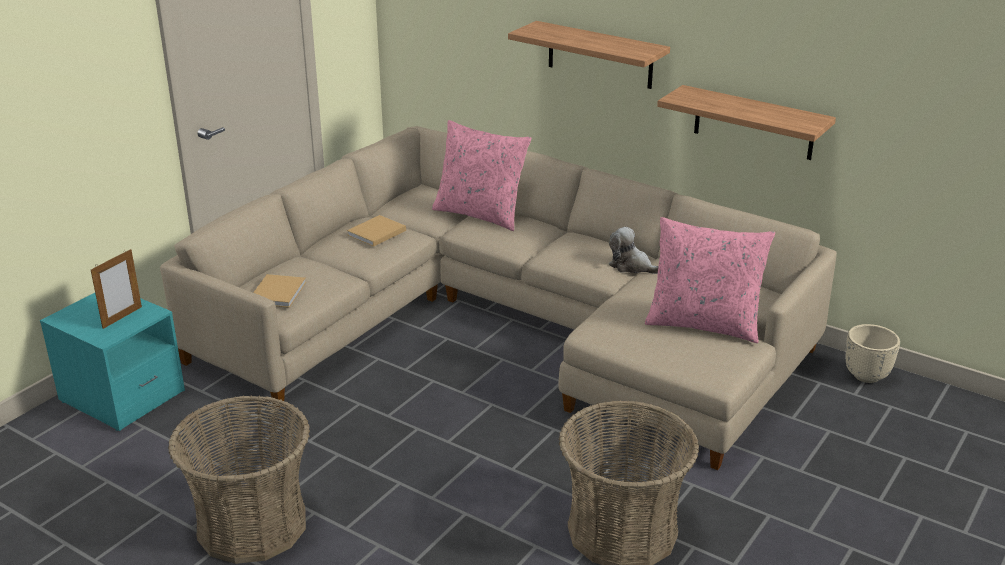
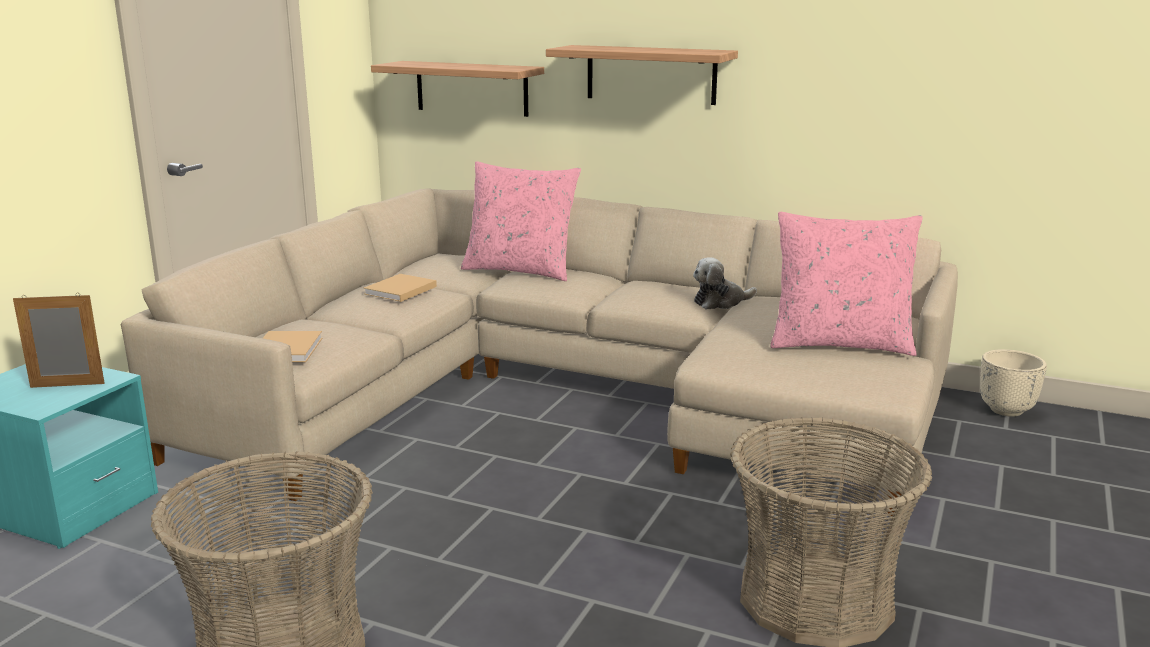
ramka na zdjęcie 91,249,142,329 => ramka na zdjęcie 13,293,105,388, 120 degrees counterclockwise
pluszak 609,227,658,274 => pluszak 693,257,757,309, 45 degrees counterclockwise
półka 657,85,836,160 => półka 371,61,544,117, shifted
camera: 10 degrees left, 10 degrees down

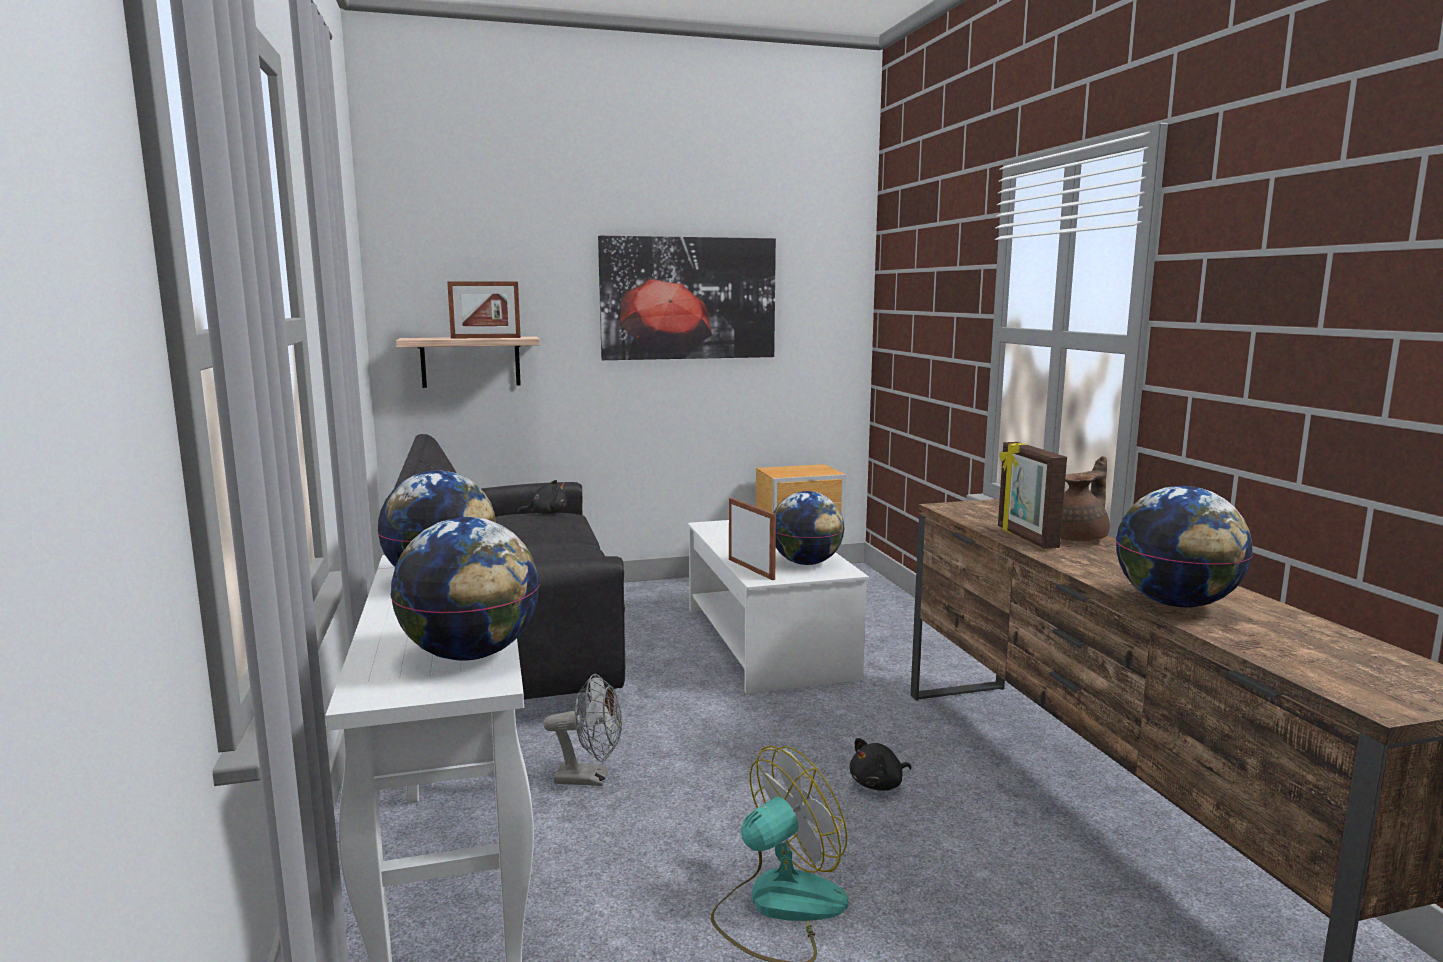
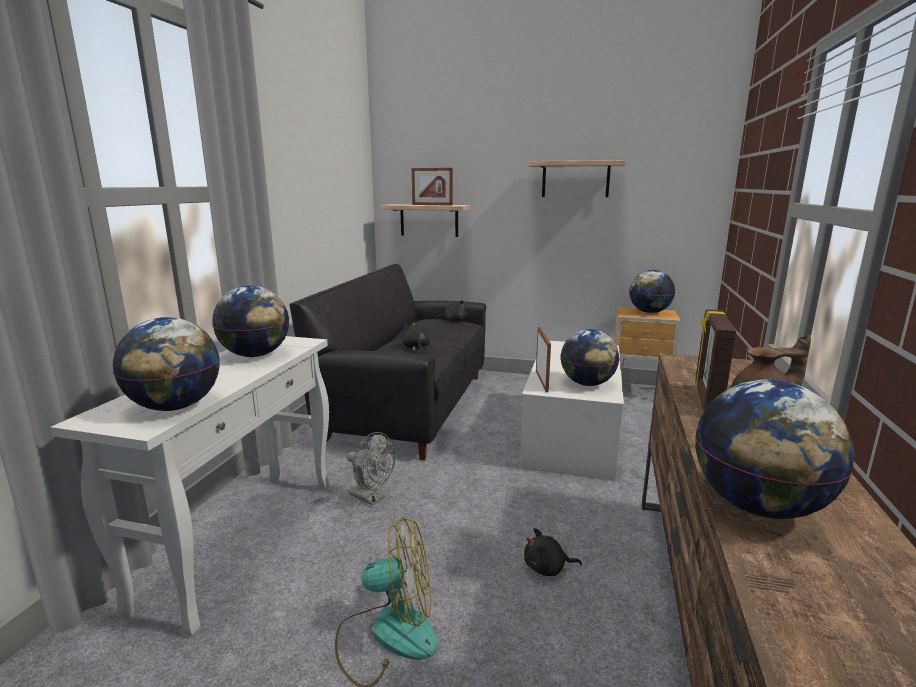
obraz 598,236,776,360 => półka 527,160,626,197
nothing => pluszak (czarny) 402,322,431,352
nothing => globus 629,270,675,313
camera: 30 degrees right, 5 degrees up

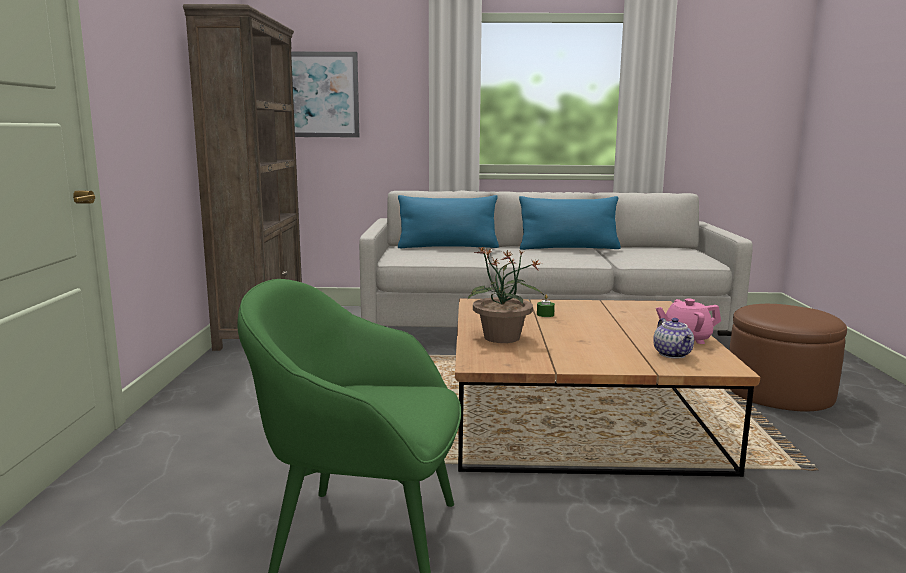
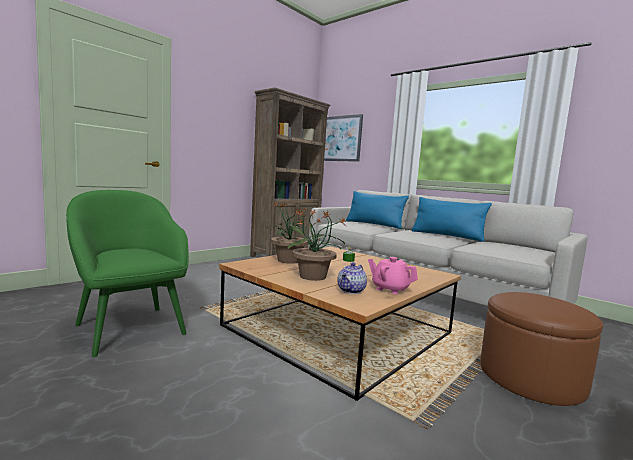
nothing => roślina doniczkowa 288,209,346,281
camera: 40 degrees right, 5 degrees down

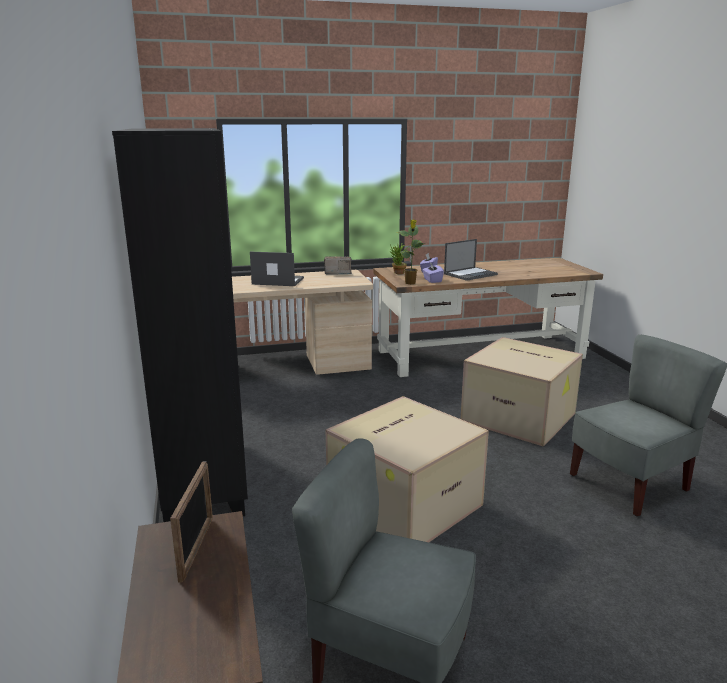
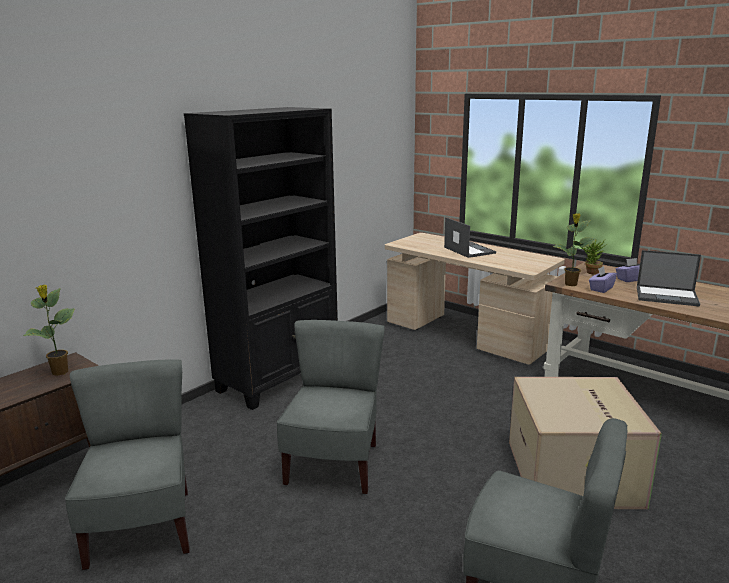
ramka na zdjęcie 170,461,213,583 => roślina doniczkowa 23,285,75,376
radio 324,256,352,275 => nothing
karton 326,396,489,542 => krzesło (szary) 277,320,385,494
camera: 55 degrees right, 0 degrees up

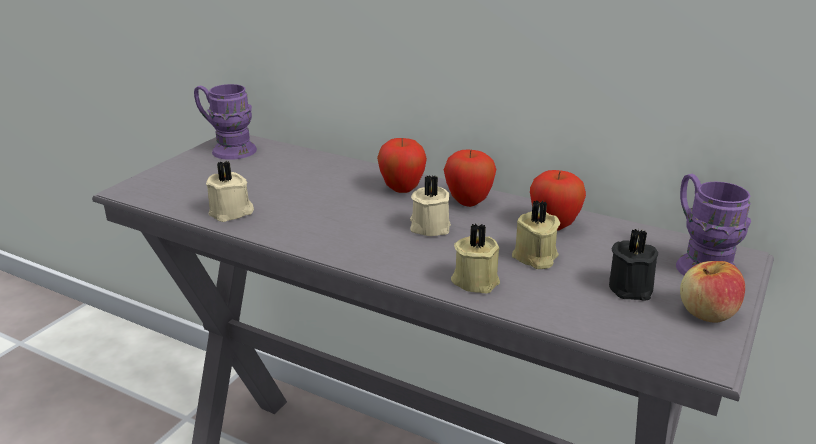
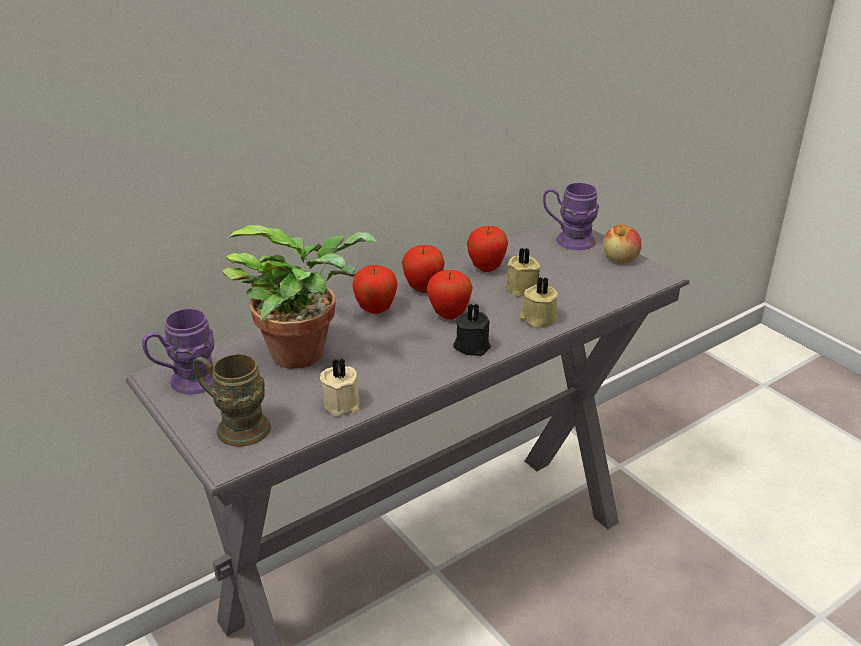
świeca (beżowy) 410,175,451,236 => jabłko 427,270,473,320
świeca (czarny) 609,229,658,300 => świeca (czarny) 453,303,491,356, shifted
nothing => kubek (brązowy) 192,354,271,447
nothing => roślina doniczkowa 222,225,376,369
camera: 65 degrees left, 5 degrees up

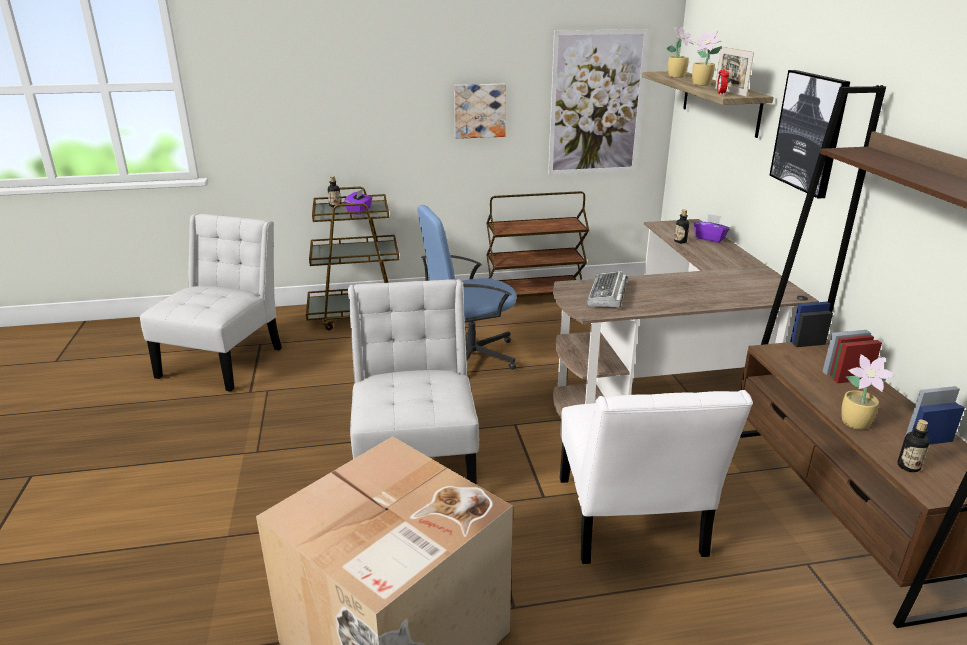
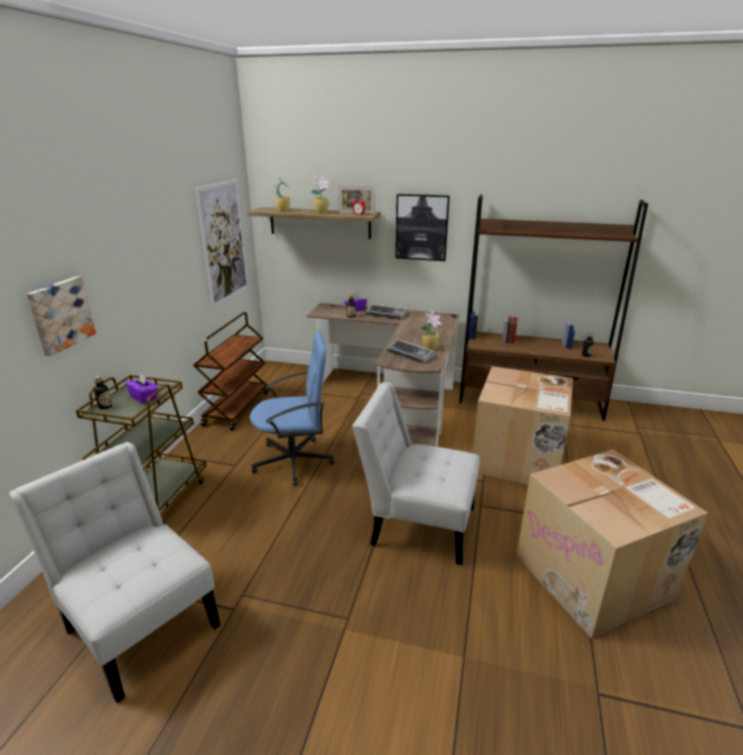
krzesło biurowe (niebieski) 417,205,517,370 => krzesło biurowe (niebieski) 250,331,335,486, 105 degrees counterclockwise
obraz 454,84,506,139 => obraz 27,276,96,356, shifted
krzesło (biały) 560,390,753,564 => karton 473,366,573,484
roślina doniczkowa 841,354,895,430 => roślina doniczkowa 420,310,442,350, shifted
nothing => klawiatura 366,304,407,320
camera: 65 degrees left, 0 degrees up

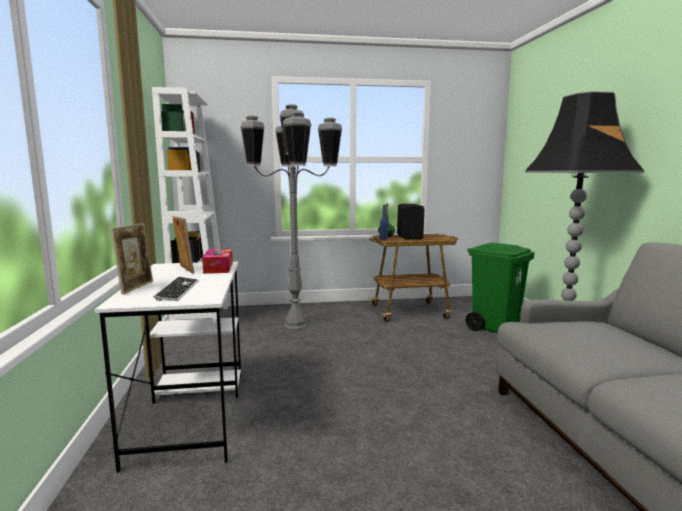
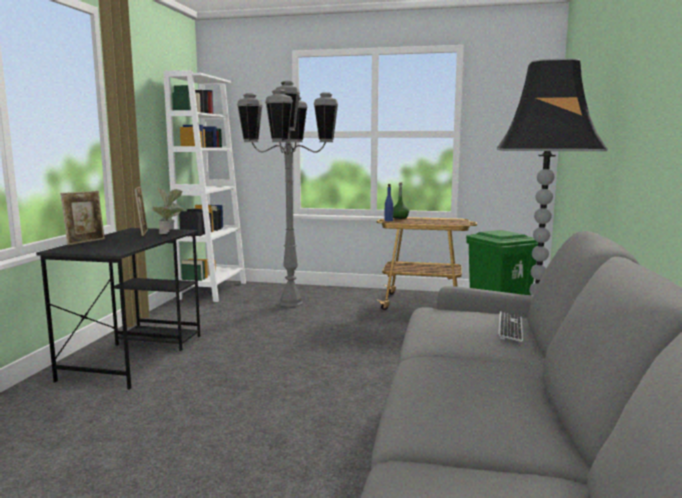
biurko (biały) 95,261,241,473 => biurko (czarny) 36,228,200,390
klawiatura 153,277,199,301 => klawiatura 498,311,523,342, shifted
pudełko chusteczek 202,248,233,274 => roślina doniczkowa 152,187,184,234
głośnik (czarny) 397,204,424,240 => nothing
camera: 20 degrees right, 0 degrees up

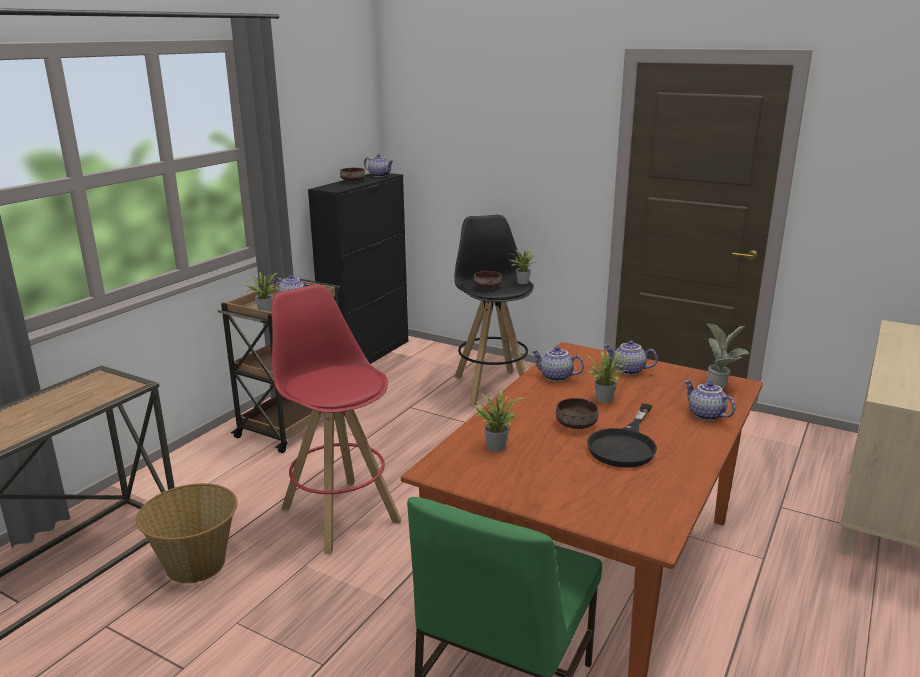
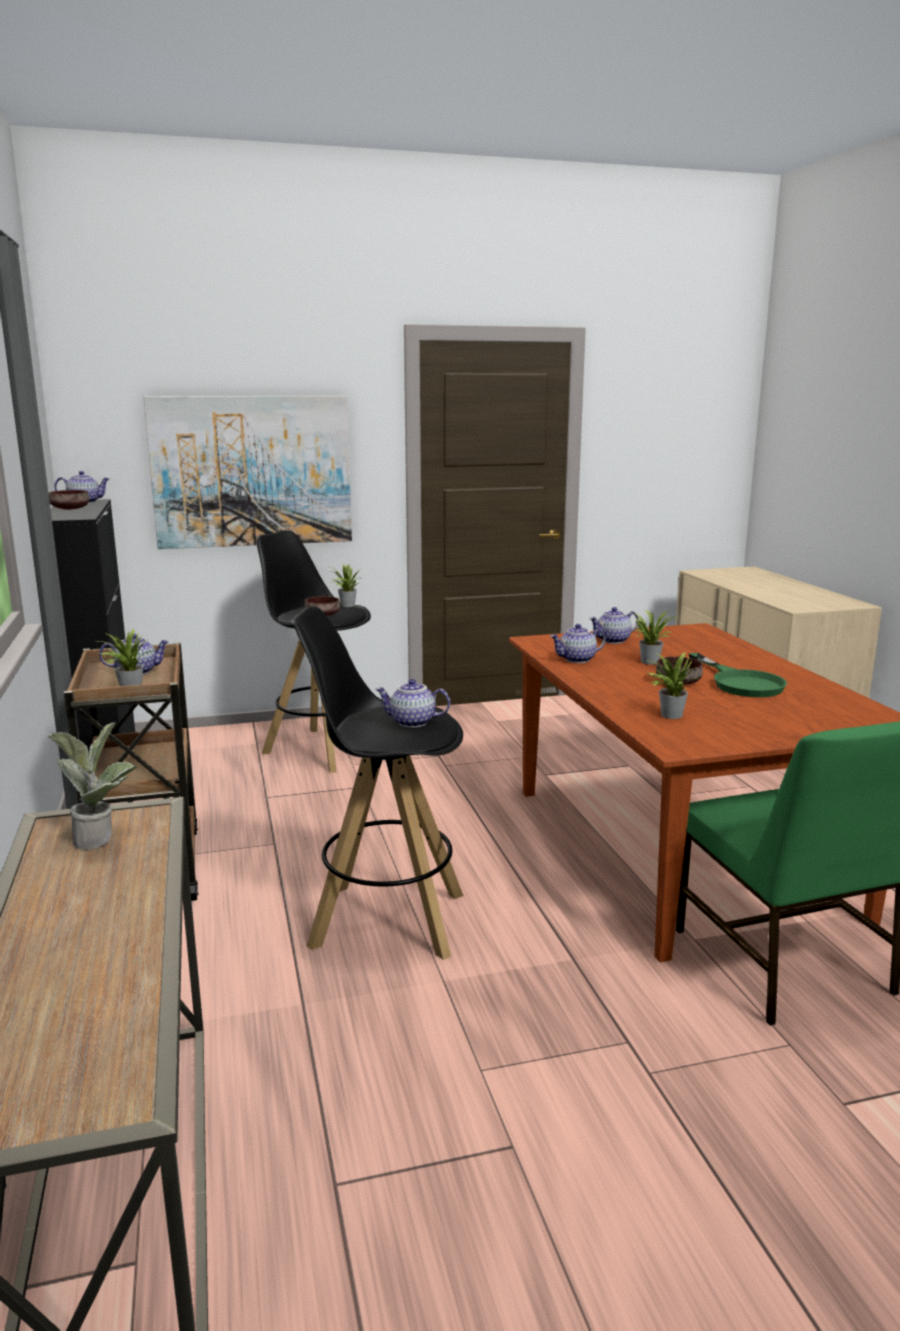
koszyk 136,483,238,584 => nothing
stołek (czerwony) 272,284,401,555 => stołek (czarny) 290,606,463,960
patelnia (czarny) 587,403,657,468 => patelnia (zielony) 689,653,787,697
imbryk 685,380,736,421 => imbryk 375,679,450,728, shifted
roślina doniczkowa 705,323,750,390 => roślina doniczkowa 47,722,137,850, shifted
nothing => obraz 143,396,352,549
camera: 45 degrees left, 5 degrees down

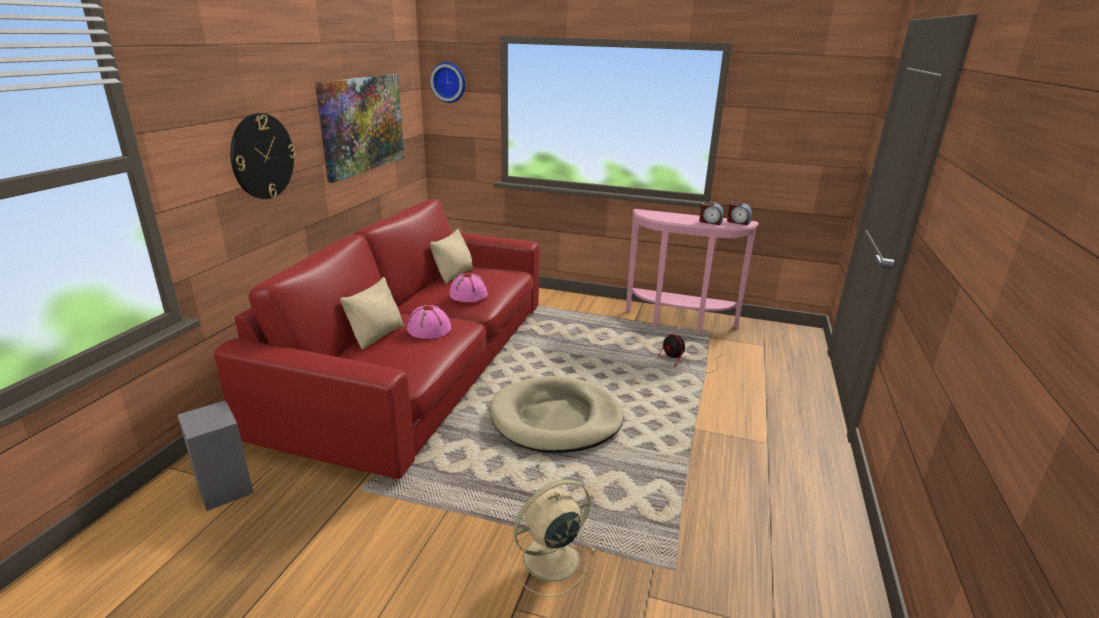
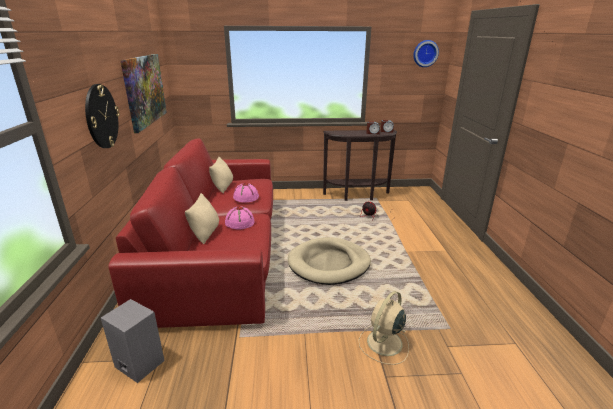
zegar ścienny 430,62,465,103 => zegar ścienny 414,40,439,67, shifted
stolik konsolowy (różowy) 626,209,759,334 => stolik konsolowy (brązowy) 323,130,397,201
camera: 20 degrees left, 0 degrees up

